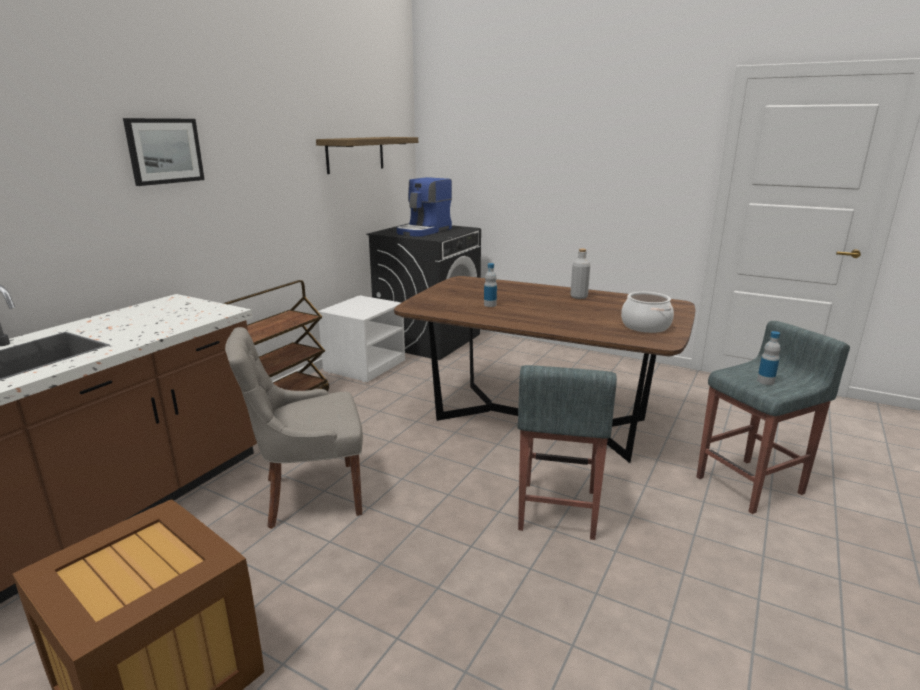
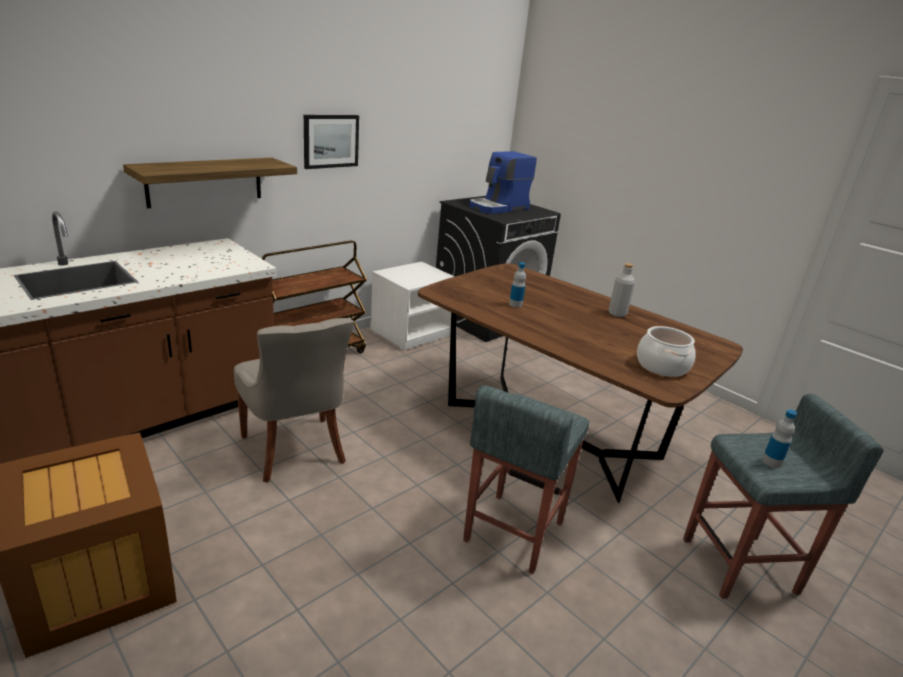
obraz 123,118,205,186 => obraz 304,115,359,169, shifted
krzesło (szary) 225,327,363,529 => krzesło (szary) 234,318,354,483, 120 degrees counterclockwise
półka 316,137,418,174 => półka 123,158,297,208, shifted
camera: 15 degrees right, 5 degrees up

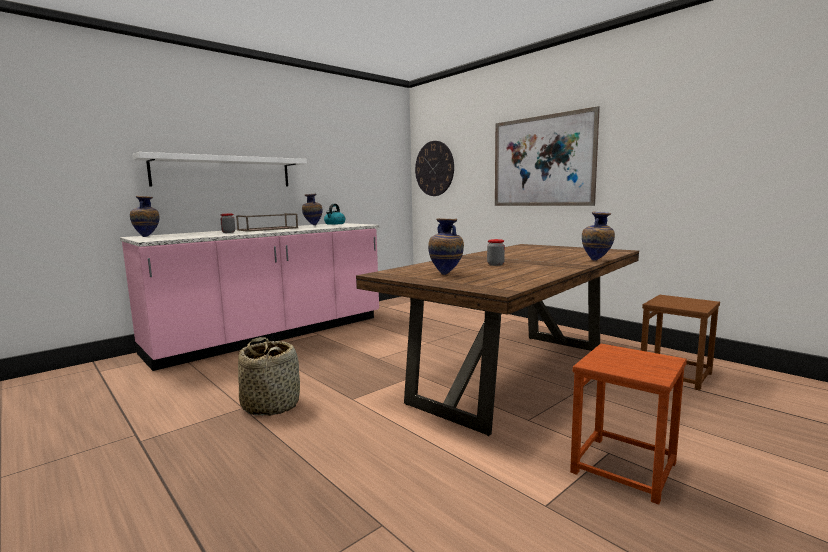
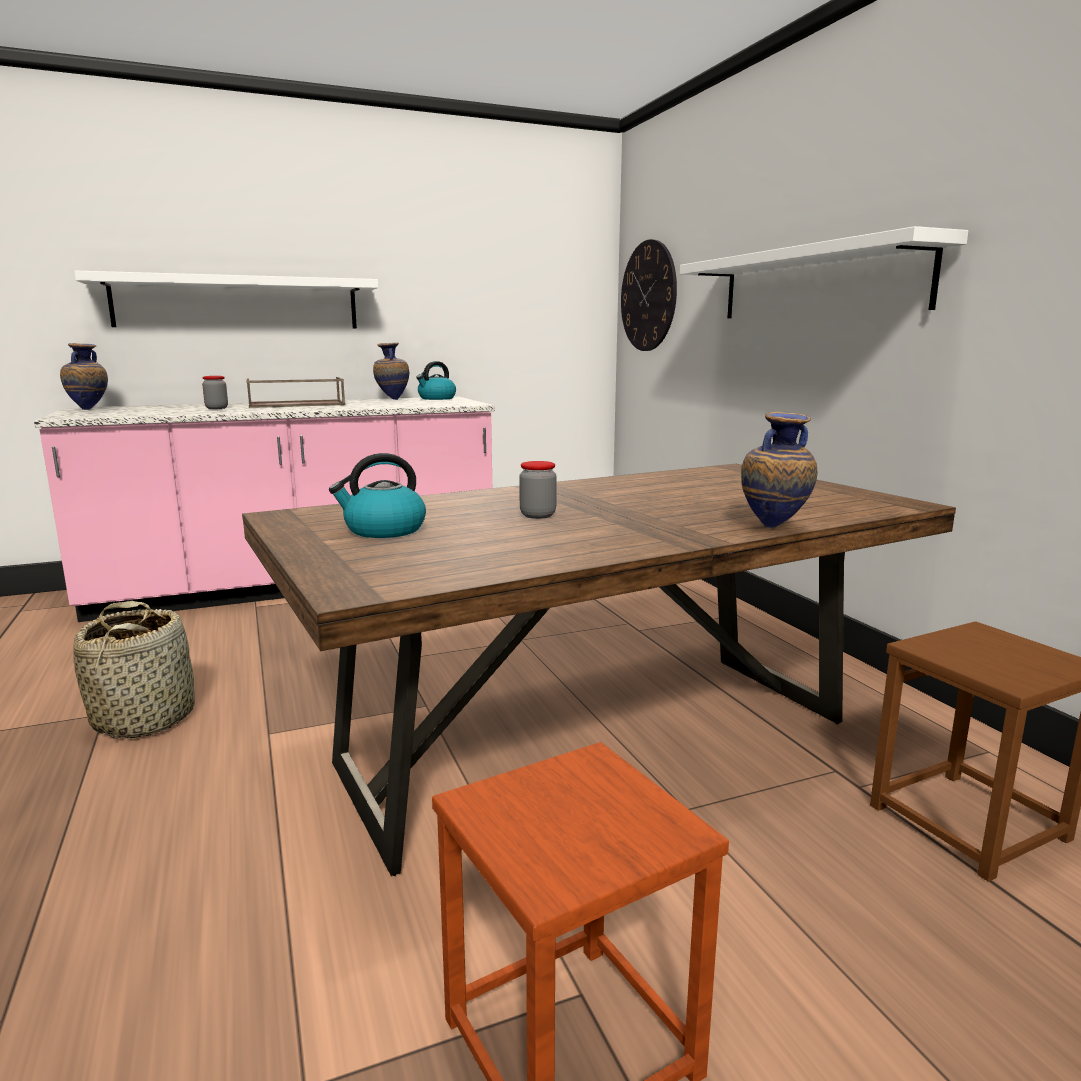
wazon 428,218,464,275 => czajnik 329,453,426,538
obraz 495,106,600,206 => półka (biały) 680,226,968,318
camera: 20 degrees right, 5 degrees up

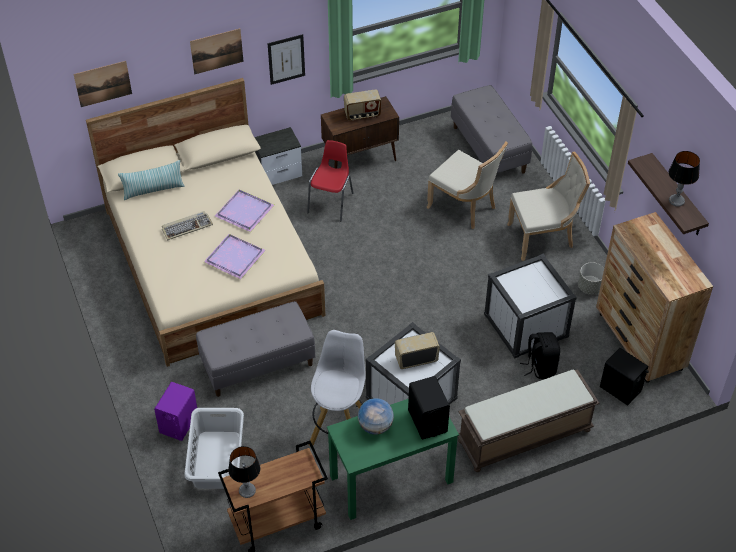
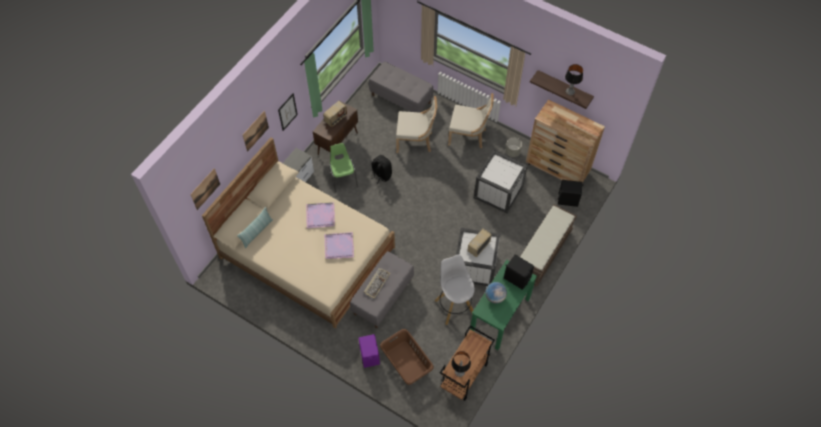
klawiatura 162,211,213,240 => klawiatura 364,268,391,299, shifted
kosz na pranie (szary) 184,408,244,489 => kosz na pranie (brązowy) 380,329,434,385
krzesło (czerwony) 307,140,353,221 => krzesło (zielony) 329,143,358,193
krzesło (beżowy) 507,152,590,261 => krzesło (beżowy) 448,93,493,148, 60 degrees clockwise
plecak (czarny) 520,332,560,379 => plecak (czarny) 371,155,392,184, shifted
camera: 35 degrees left, 10 degrees up

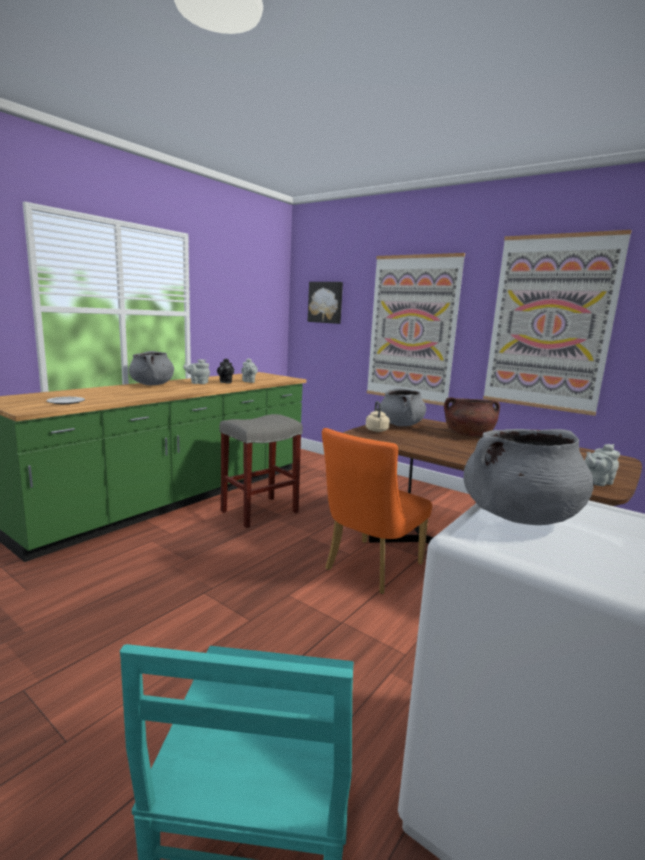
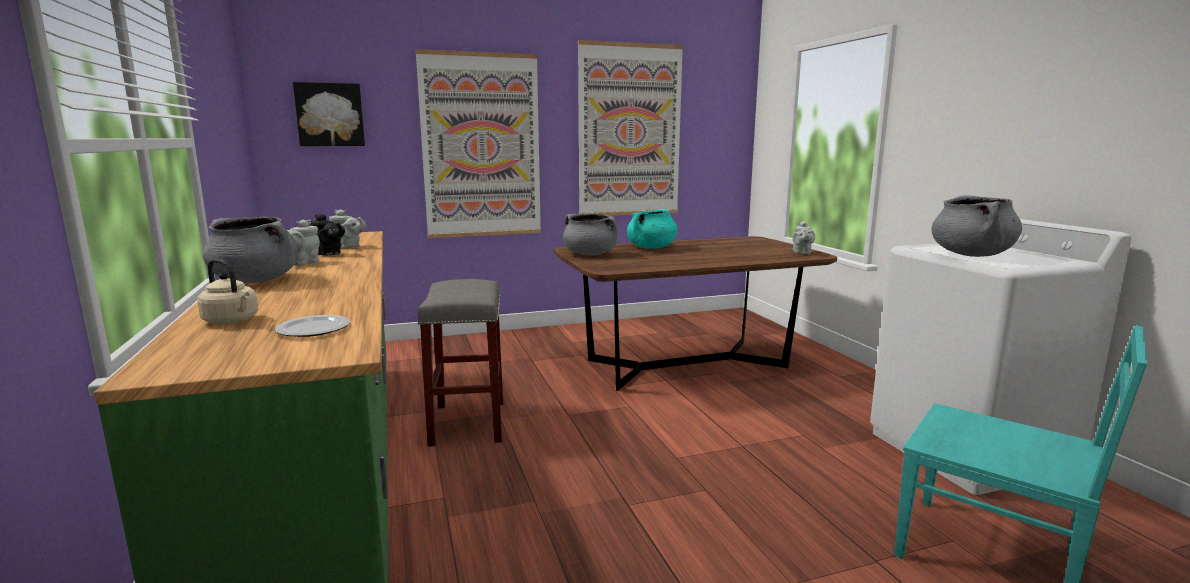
krzesło (pomarańczowy) 322,428,432,594 => nothing
czajnik (beżowy) 366,401,390,432 => czajnik (beżowy) 197,259,258,324, shifted
garnek (brązowy) 444,397,500,436 => garnek (turkusowy) 627,209,677,249
camera: 55 degrees left, 0 degrees up

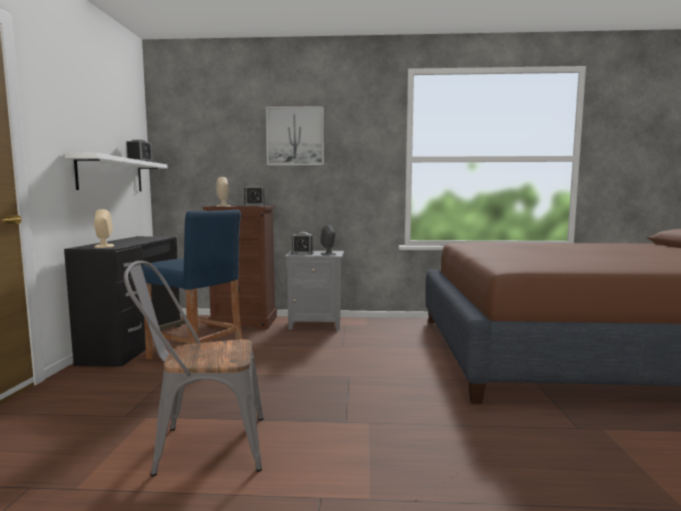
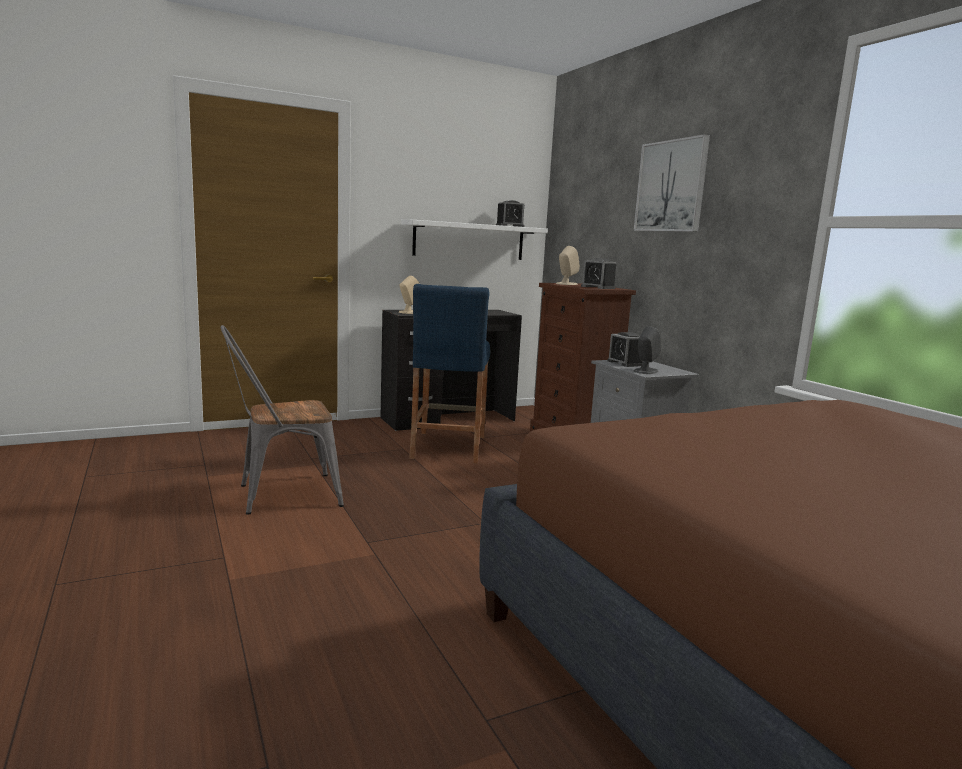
krzesło (szary) 124,261,263,477 => krzesło (szary) 221,325,344,515, 75 degrees counterclockwise
camera: 60 degrees right, 5 degrees up

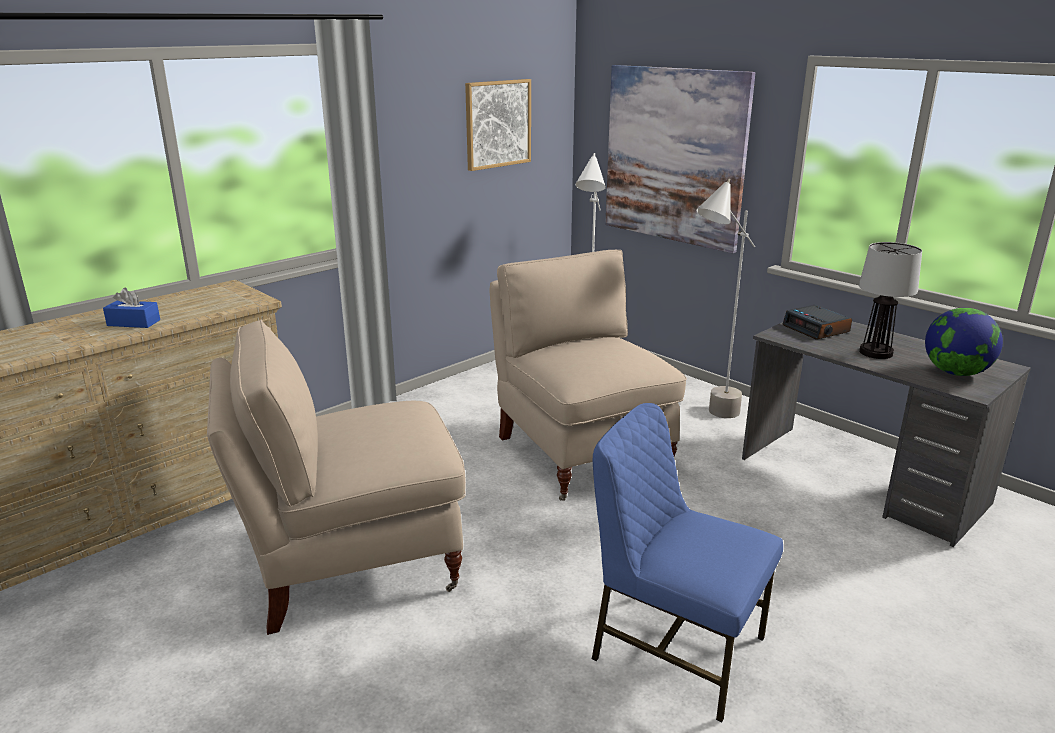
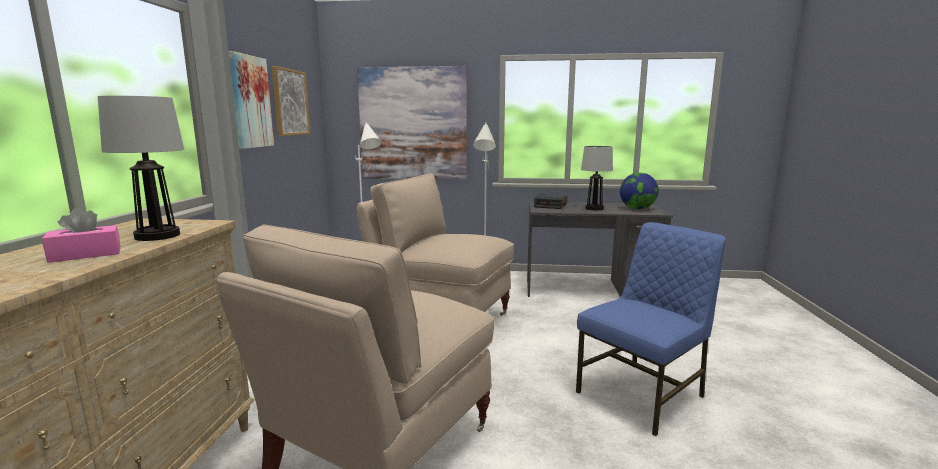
pudełko chusteczek (niebieski) 103,288,160,328 => pudełko chusteczek (różowy) 42,208,121,263
krzesło (niebieski) 591,403,783,722 => krzesło (niebieski) 576,222,726,436, 150 degrees clockwise
nothing => lampa stołowa 98,96,184,241
nothing => obraz 228,51,274,149
camera: 40 degrees left, 10 degrees down

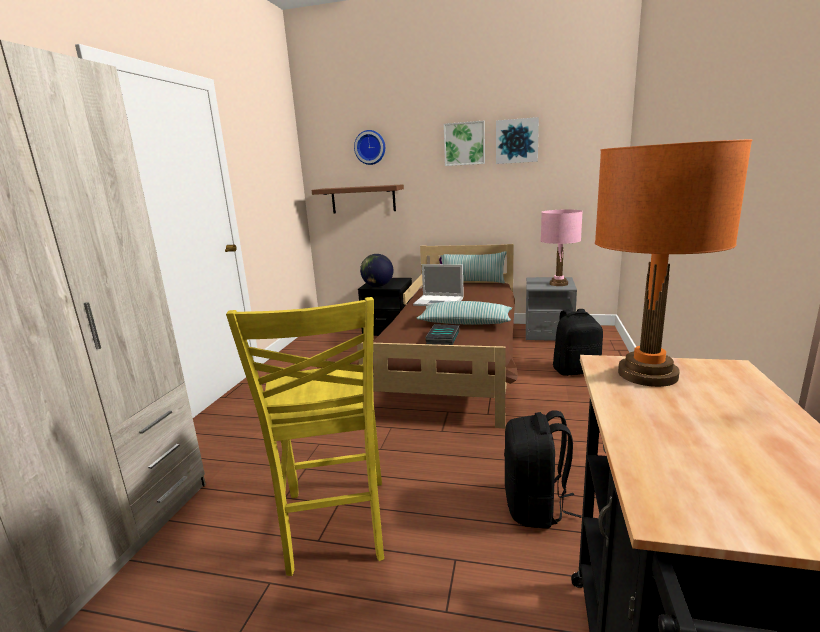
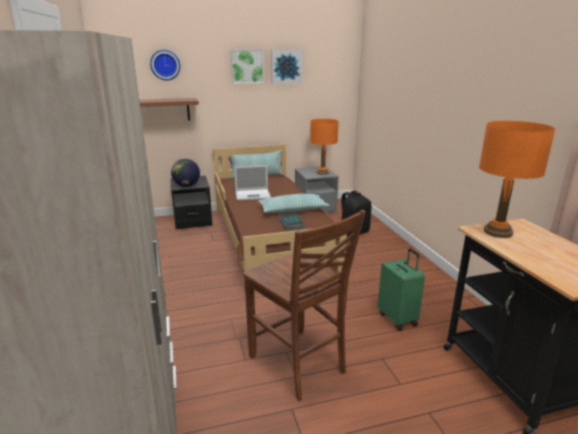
krzesło (żółty) 226,297,384,576 => krzesło (brązowy) 244,210,366,401
plecak (czarny) 504,410,582,528 => walizka (zielony) 378,249,425,331
lampa stołowa (różowy) 541,209,583,286 => lampa stołowa (pomarańczowy) 310,119,339,175
camera: 30 degrees left, 5 degrees up

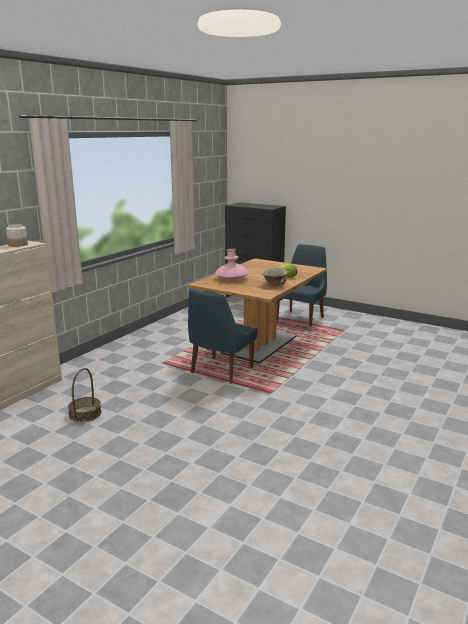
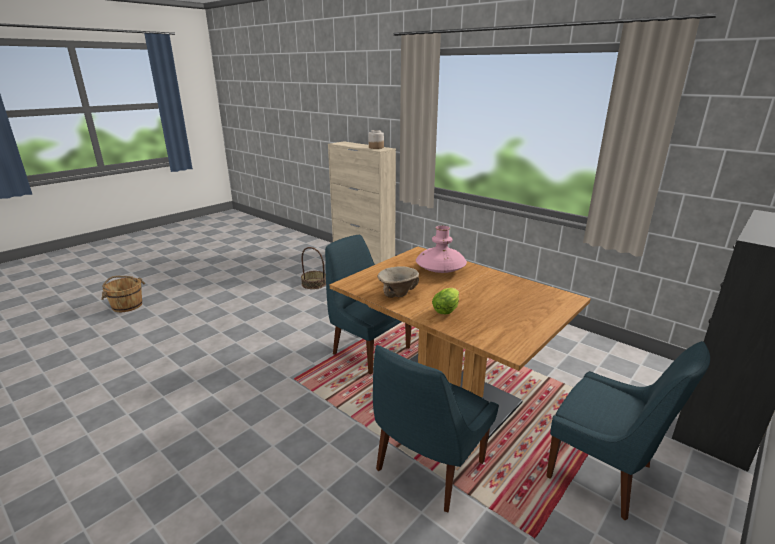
nothing => wiadro (brązowy) 101,276,145,312
nothing => krzesło (niebieski) 373,345,499,512
camera: 100 degrees right, 5 degrees up

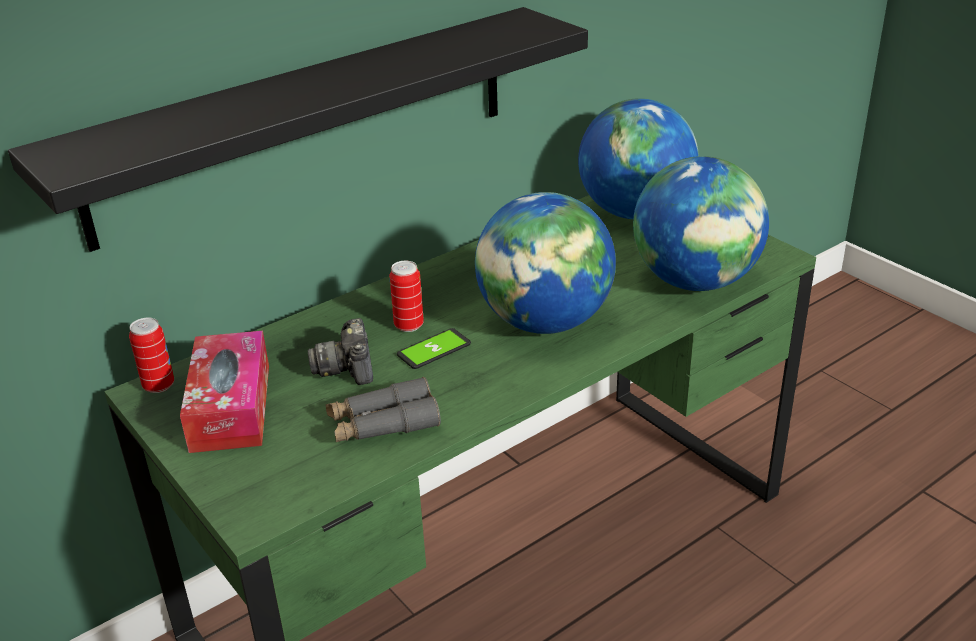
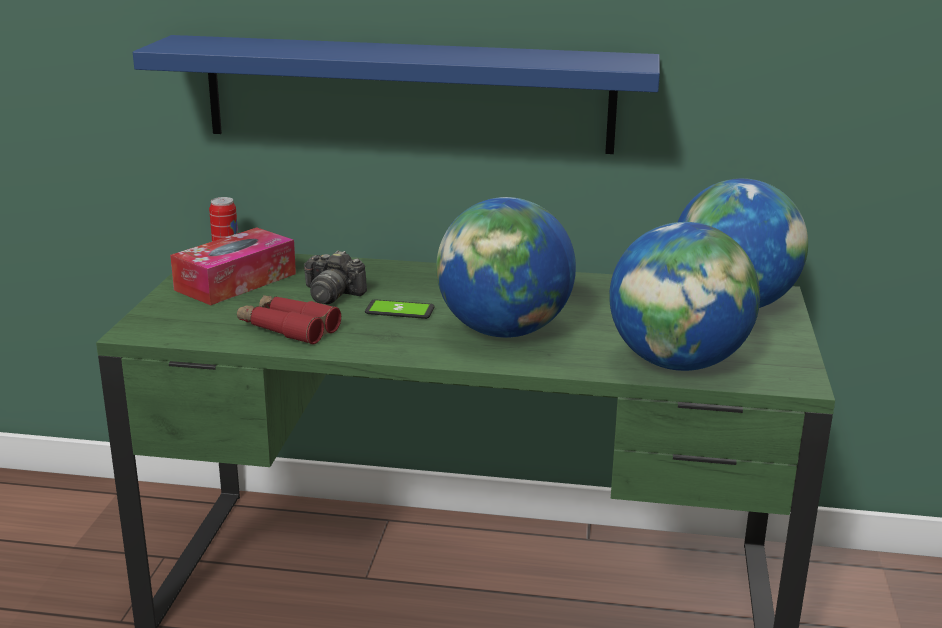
półka (czarny) 8,7,588,252 => półka (niebieski) 133,35,660,154
aparat fotograficzny 308,318,373,385 => aparat fotograficzny 304,250,367,304, 105 degrees counterclockwise
lornetka (szary) 326,377,441,442 => lornetka (czerwony) 237,295,341,345
puszka 389,261,424,332 => nothing
camera: 45 degrees right, 10 degrees down

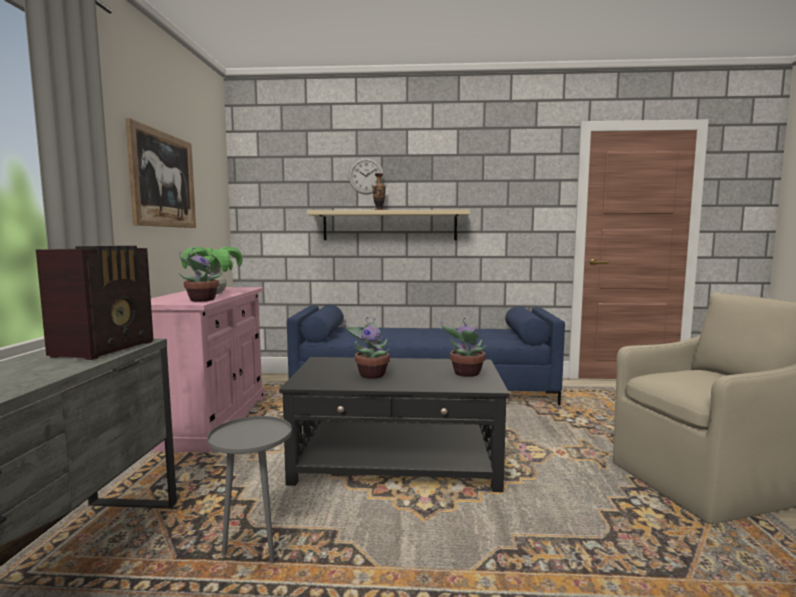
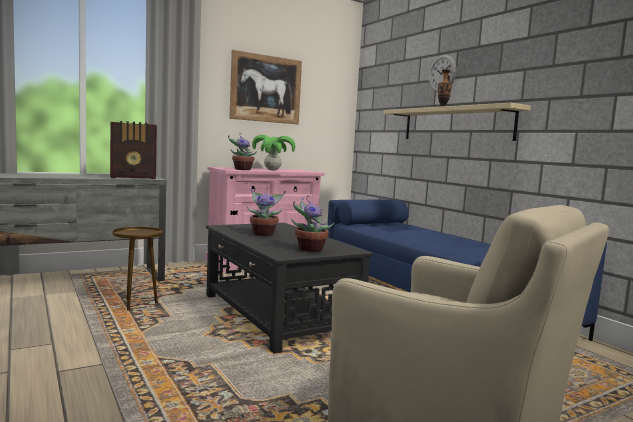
stolik (szary) 207,416,292,564 => stolik (brązowy) 112,227,163,310
camera: 55 degrees right, 0 degrees up

